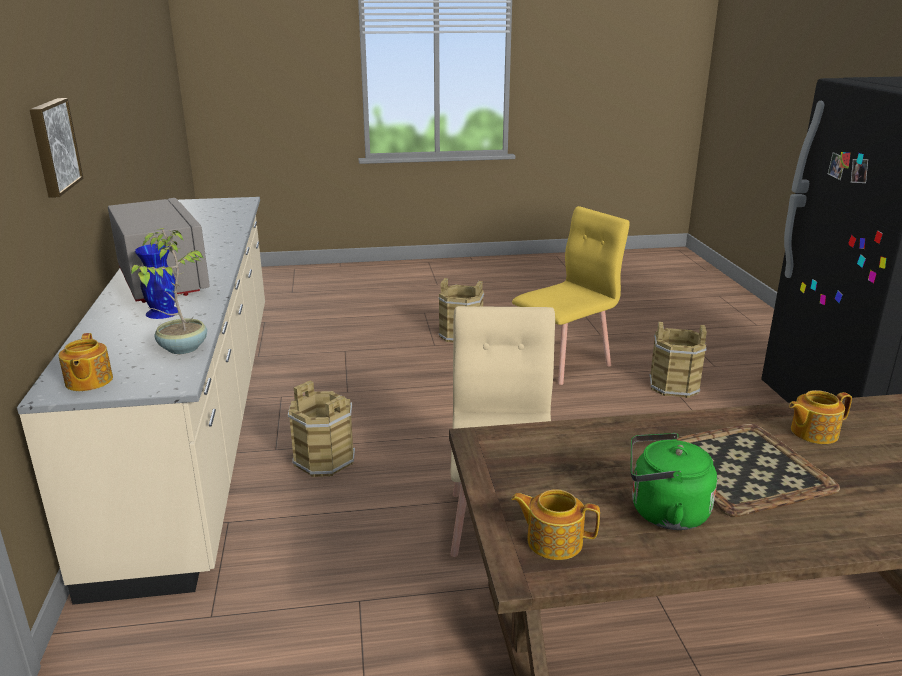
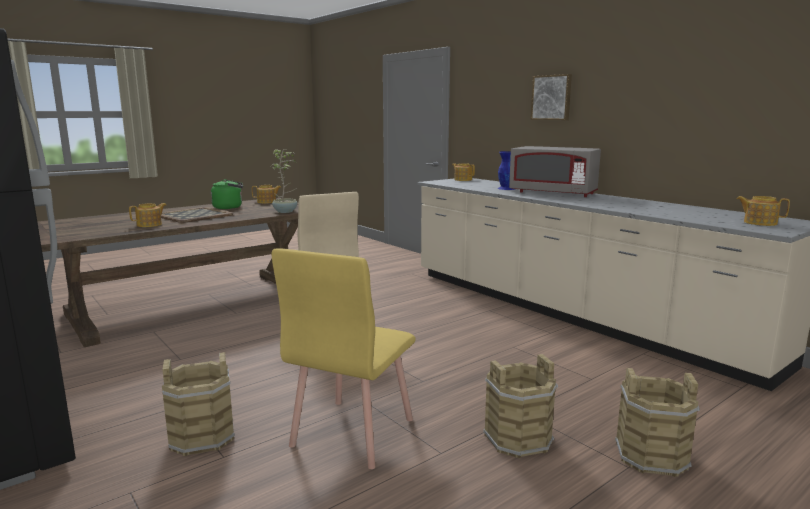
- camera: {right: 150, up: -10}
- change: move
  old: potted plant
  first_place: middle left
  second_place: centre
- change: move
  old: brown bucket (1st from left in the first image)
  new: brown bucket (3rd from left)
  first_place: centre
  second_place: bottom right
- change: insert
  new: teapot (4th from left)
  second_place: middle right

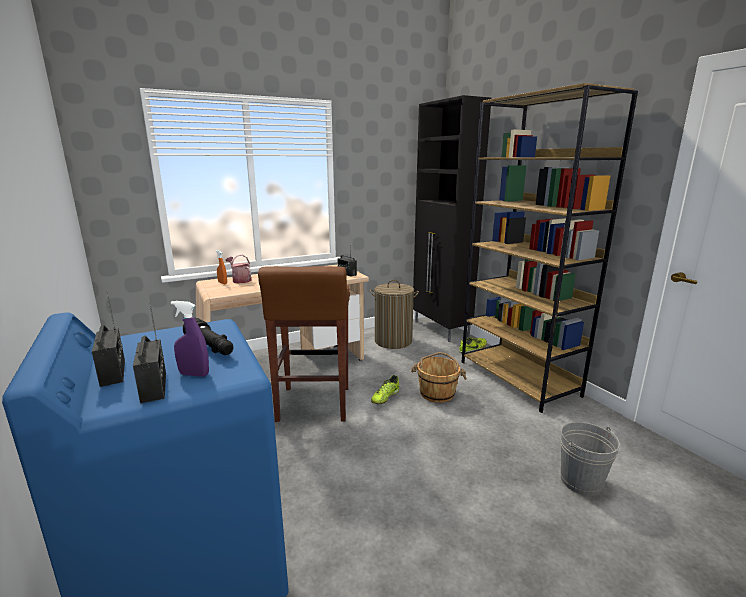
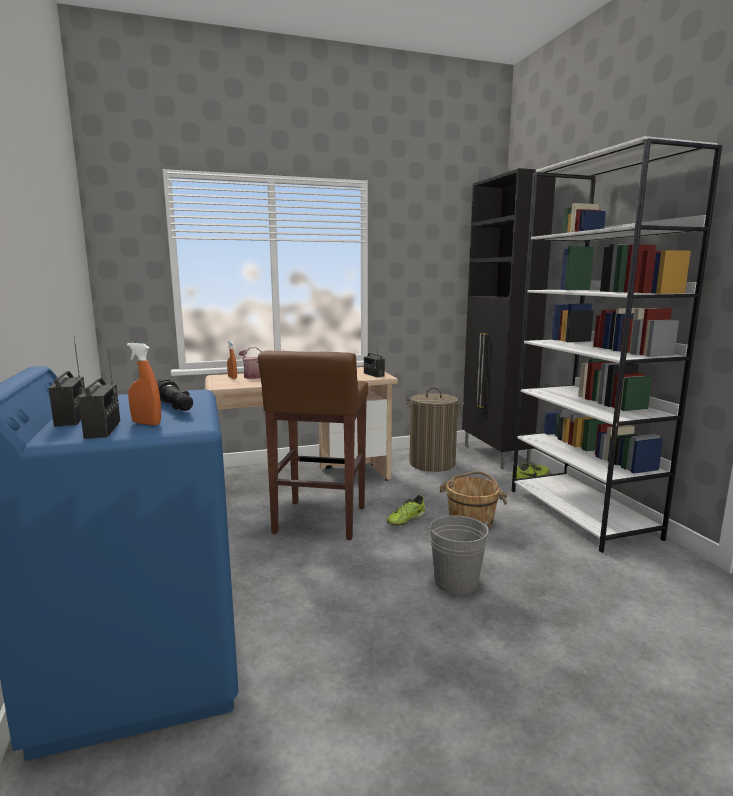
- camera: {right: 10, up: -5}
- change: recolor
  old: purple spray bottle
  new: orange spray bottle (1st from left)
  first_place: middle left
  second_place: middle left
- change: recolor
  old: brown bookcase
  new: white bookcase
  first_place: middle right
  second_place: middle right
- change: move
  old: grey bucket
  first_place: bottom right
  second_place: bottom centre

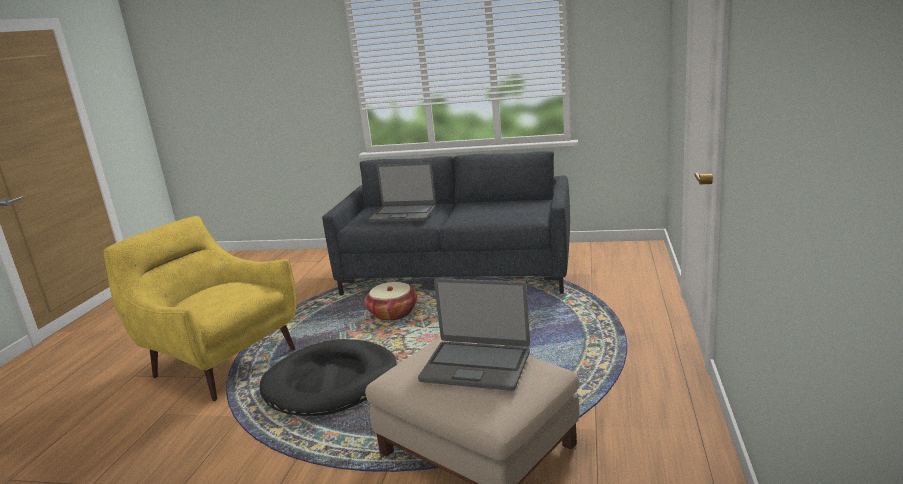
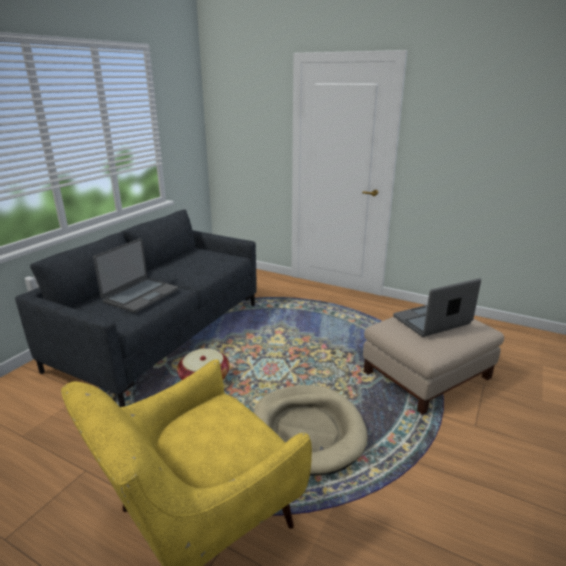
- camera: {right: -75, up: 5}
- change: recolor
  old: black dog bed
  new: beige dog bed
  first_place: bottom centre
  second_place: bottom centre
- change: rotate
  old: laptop (2nd from left)
  first_place: bottom centre
  second_place: middle right
  degrees: -150

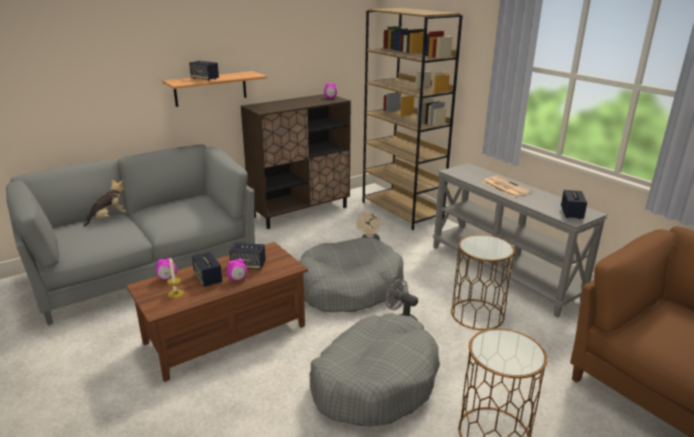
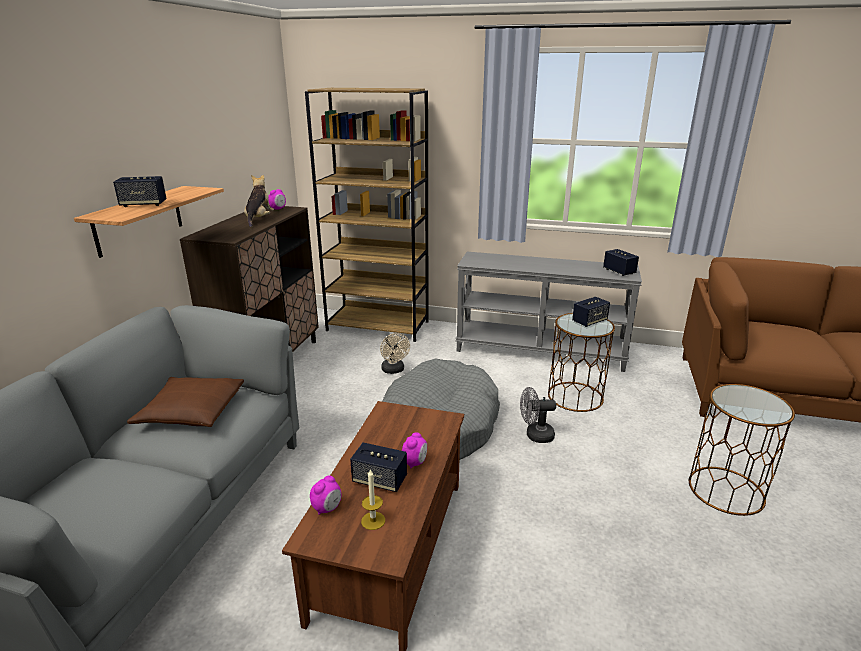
- camera: {right: -40, up: 0}
- change: move
  old: plush toy
  first_place: middle left
  second_place: top left
- change: move
  old: speaker (3rd from left)
  first_place: centre
  second_place: middle right
- change: delete
  old: grey dog bed (2nd from left)
  first_place: bottom centre
- change: delete
  old: newspaper
  first_place: middle right
- change: insert
  new: brown pillow
  second_place: middle left

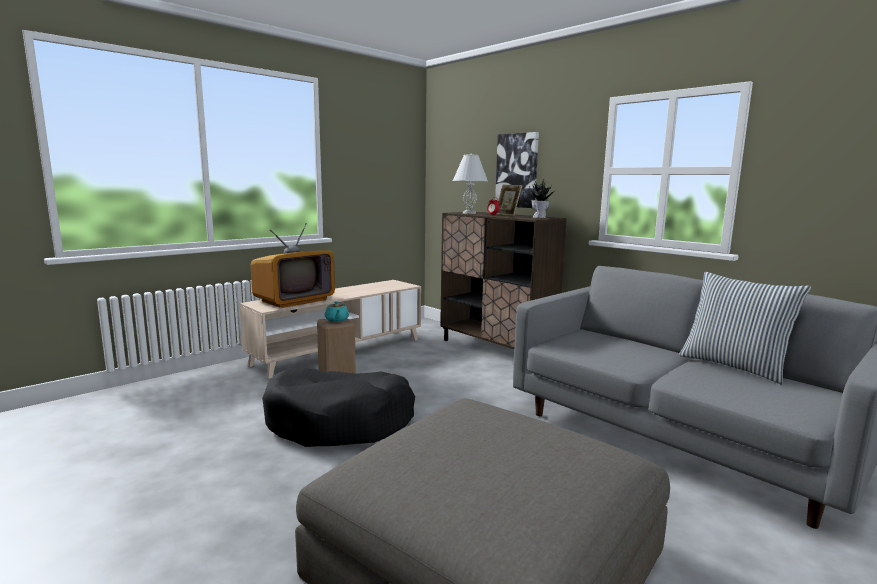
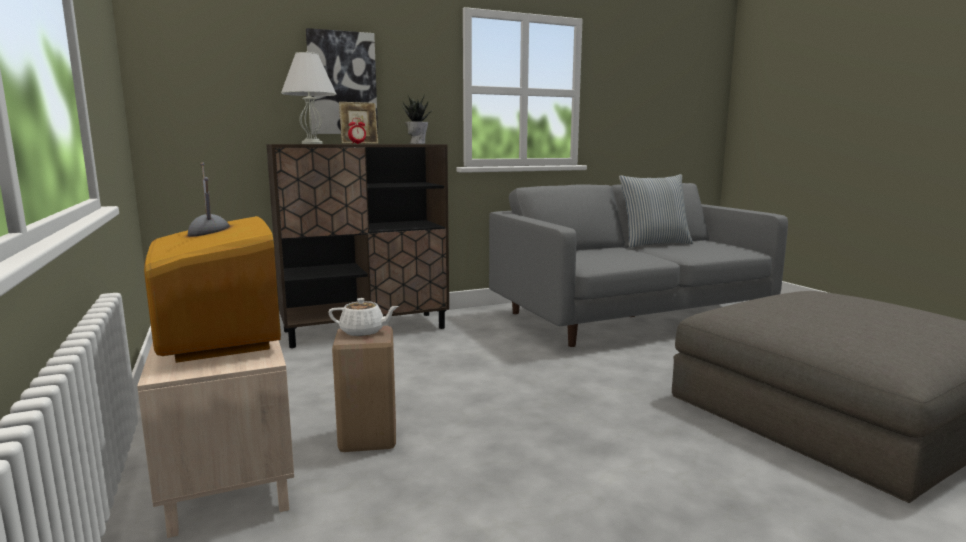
- camera: {right: -70, up: 0}
- change: delete
  old: black dog bed
  first_place: bottom centre
- change: recolor
  old: turquoise teapot
  new: white teapot
  first_place: centre
  second_place: centre

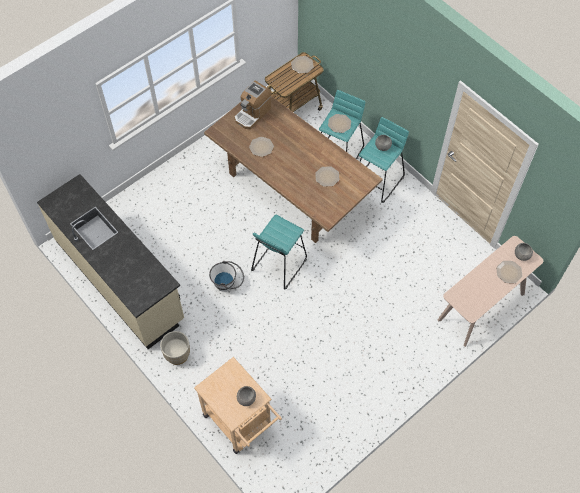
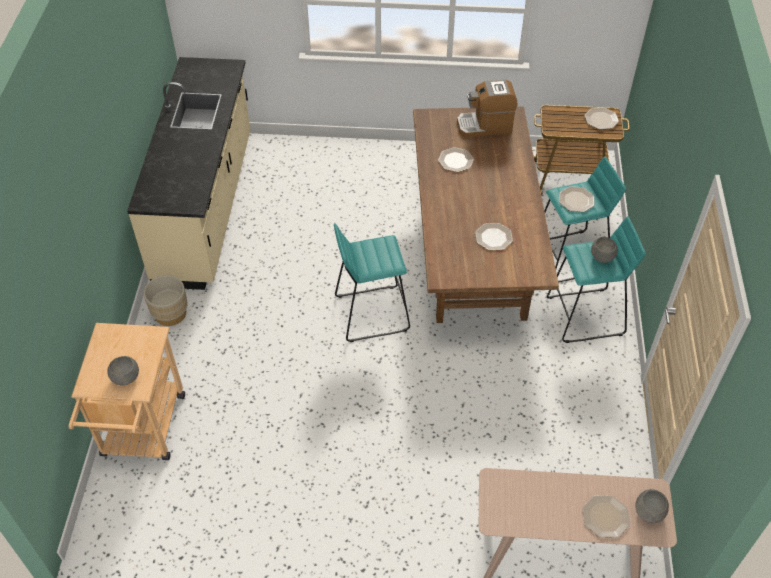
- camera: {right: 45, up: -10}
- change: delete
  old: white bucket
  first_place: centre

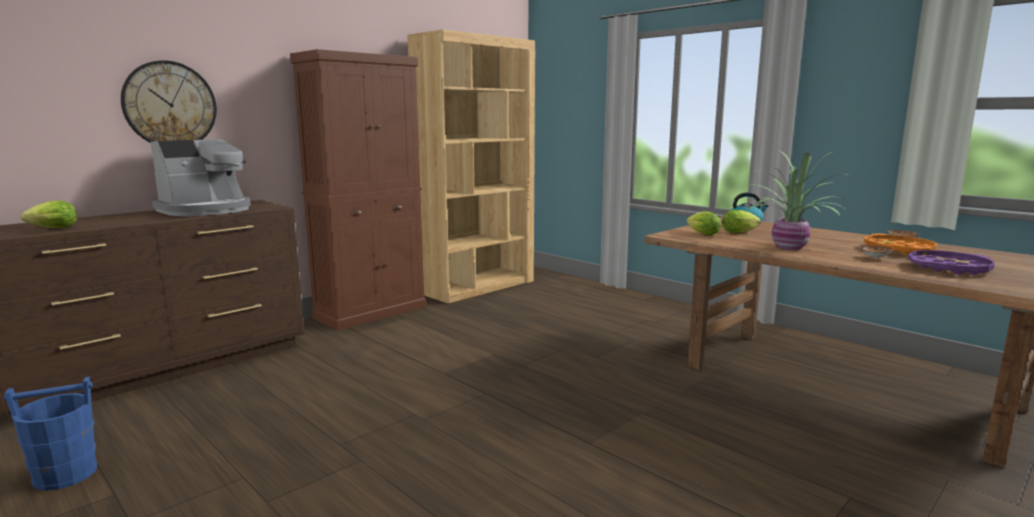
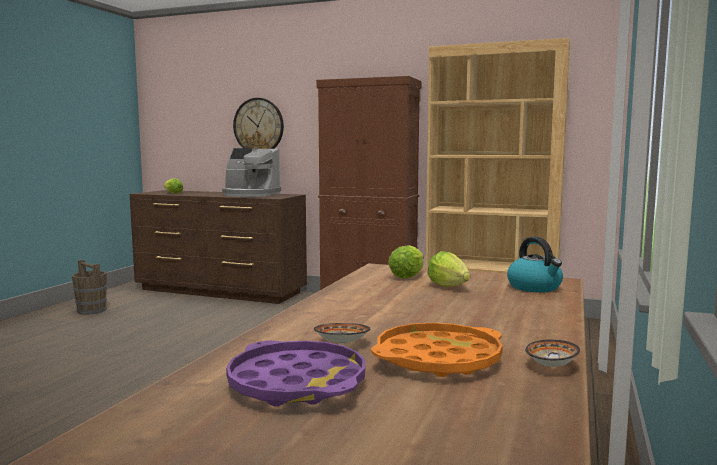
- camera: {right: 65, up: -5}
- change: recolor
  old: blue bucket
  new: brown bucket
  first_place: bottom left
  second_place: middle left
- change: delete
  old: potted plant
  first_place: middle right

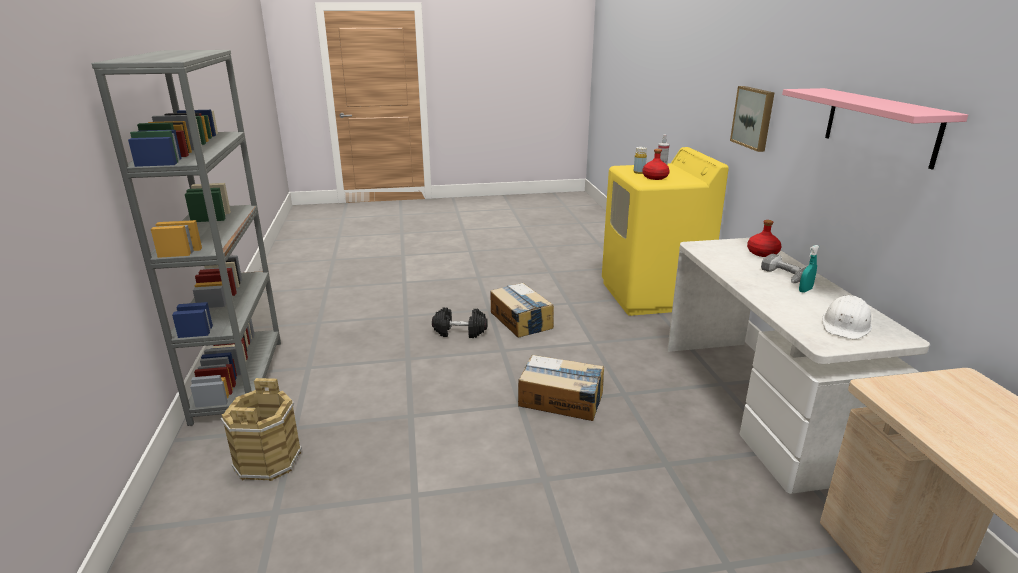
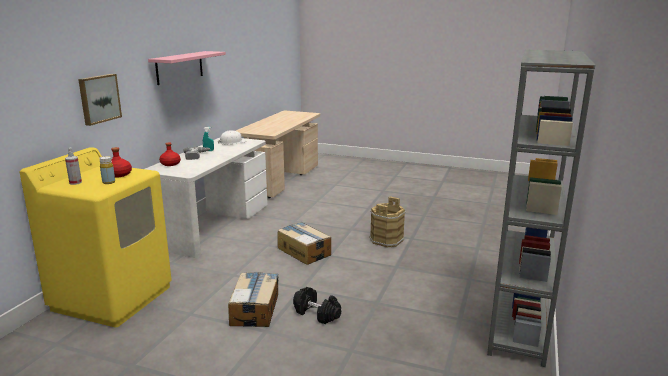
- camera: {right: -150, up: -5}
- change: move
  old: brown bucket
  first_place: bottom left
  second_place: centre

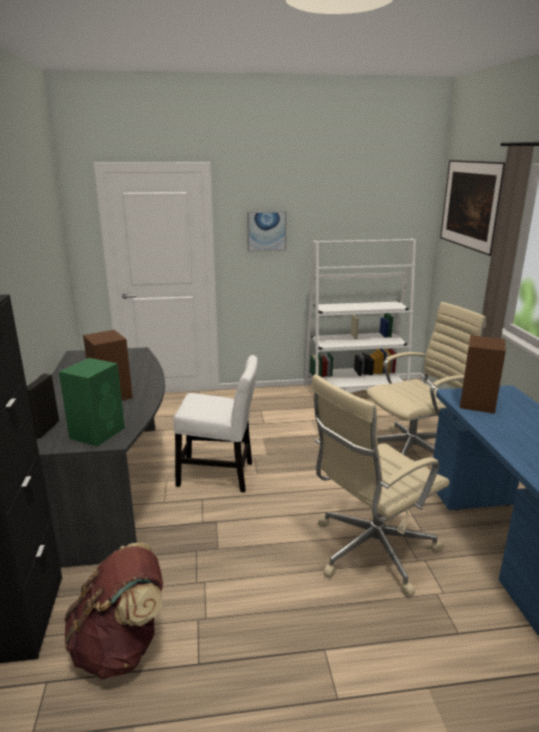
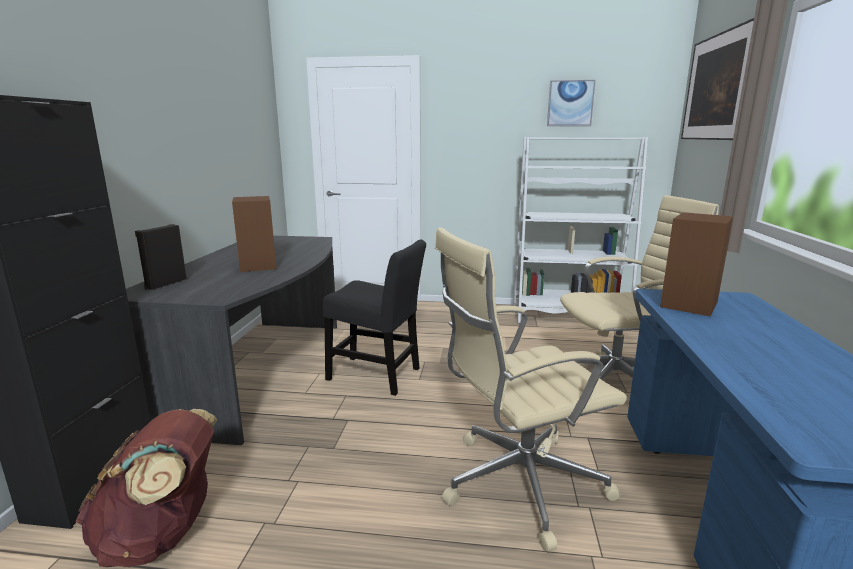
- camera: {right: 15, up: -5}
- change: delete
  old: green speaker
  first_place: middle left
- change: recolor
  old: white chair
  new: black chair
  first_place: centre
  second_place: centre
- change: move
  old: picture (1st from left)
  first_place: top centre
  second_place: top right

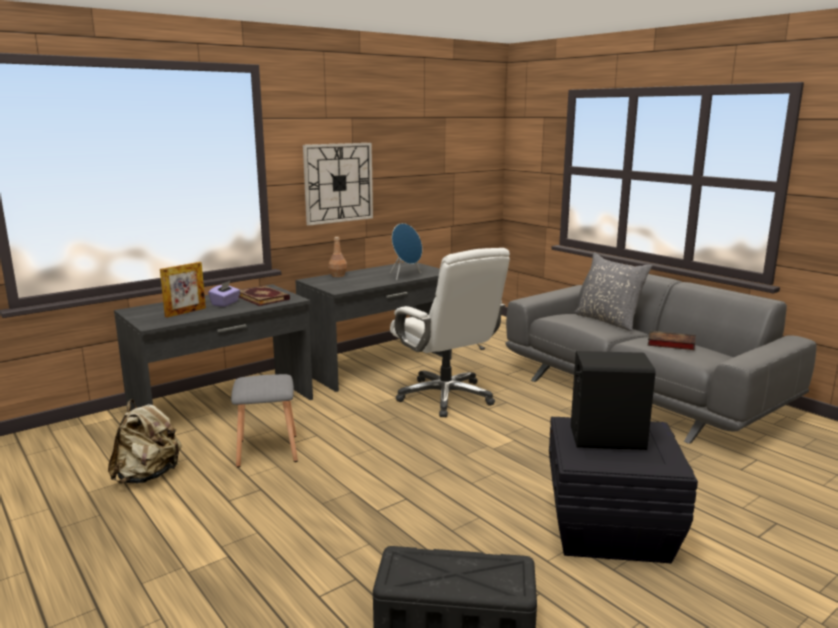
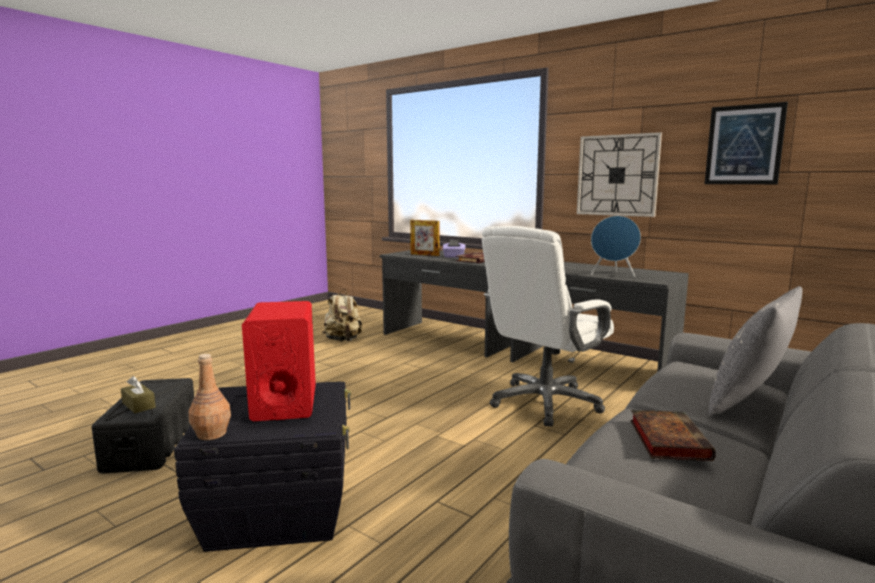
- camera: {right: 75, up: -5}
- change: delete
  old: grey stool
  first_place: bottom left
- change: move
  old: brown bottle
  first_place: centre
  second_place: bottom left
- change: recolor
  old: black speaker
  new: red speaker
  first_place: middle right
  second_place: middle left
- change: insert
  new: brown tissue box
  second_place: bottom left
- change: insert
  new: picture
  second_place: top right

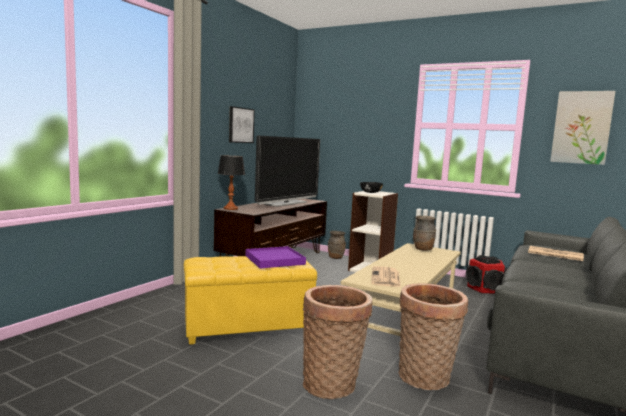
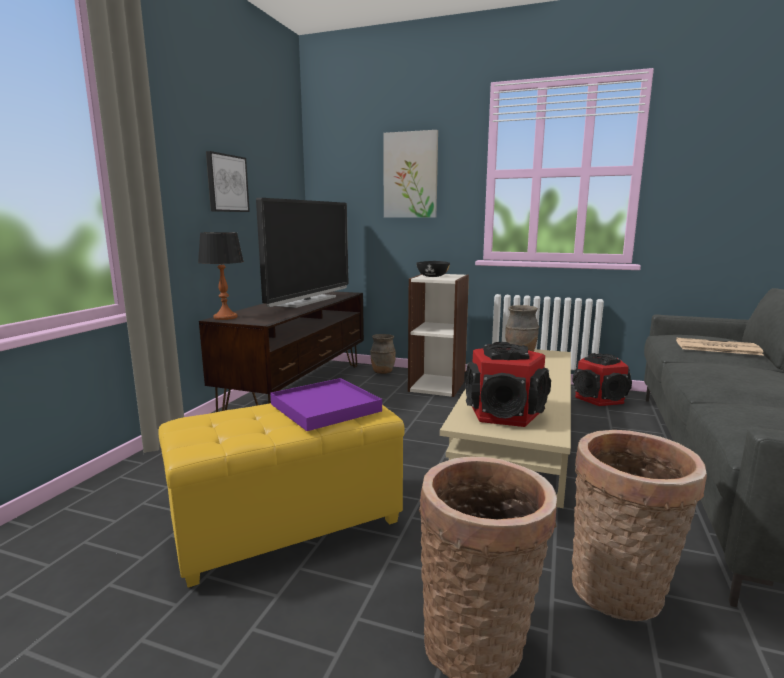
- camera: {right: -10, up: 5}
- change: replace
  old: newspaper (1st from left)
  new: speaker (1st from left)
  first_place: centre
  second_place: centre
- change: move
  old: picture (2nd from left)
  first_place: top right
  second_place: top centre

